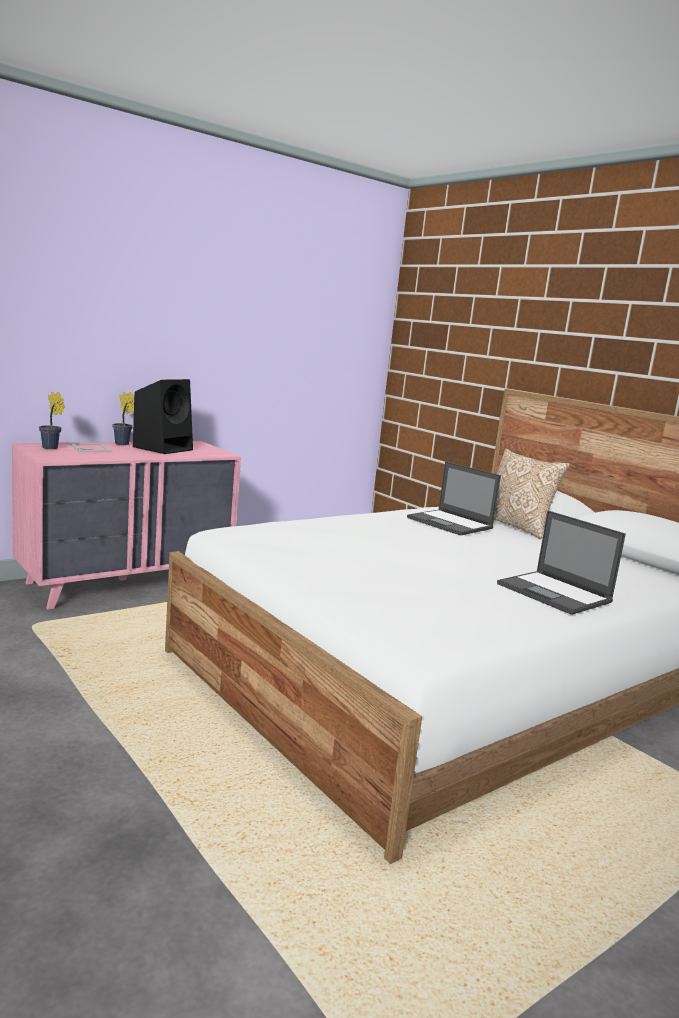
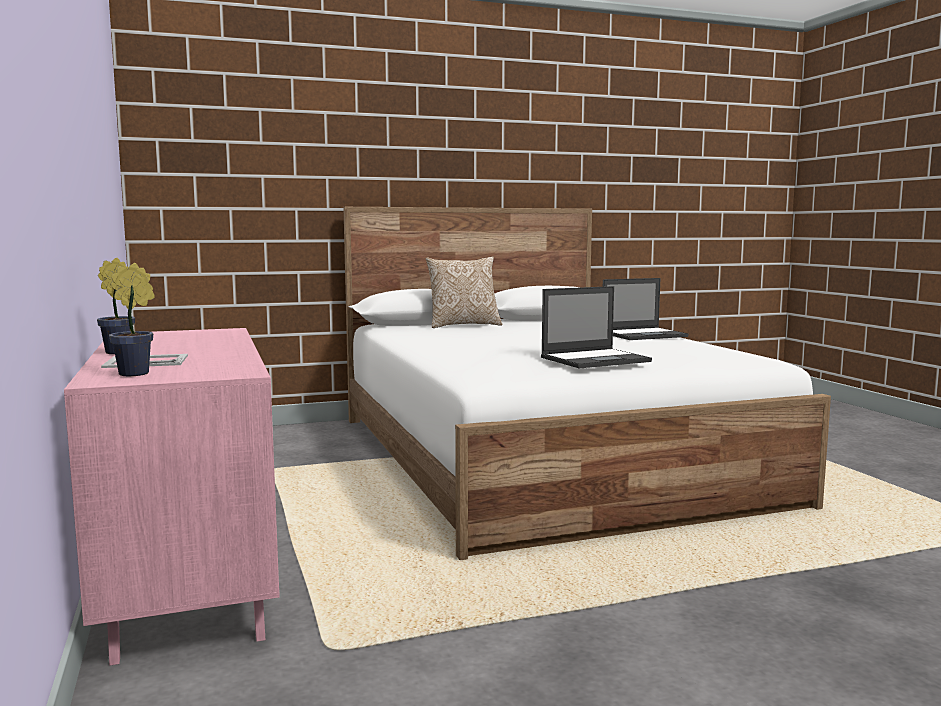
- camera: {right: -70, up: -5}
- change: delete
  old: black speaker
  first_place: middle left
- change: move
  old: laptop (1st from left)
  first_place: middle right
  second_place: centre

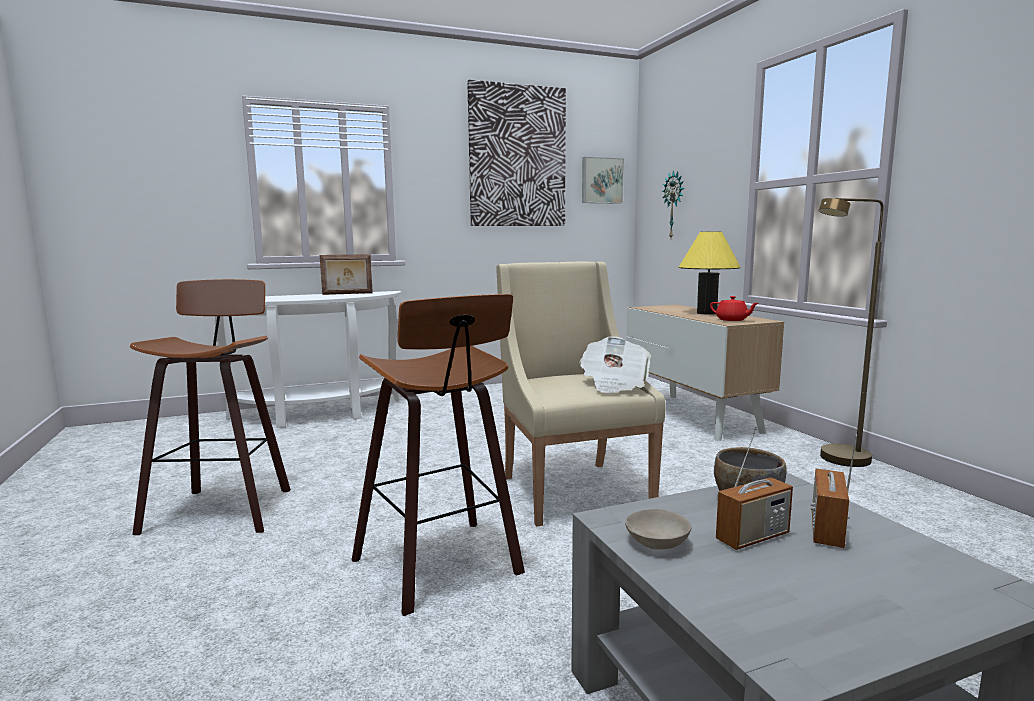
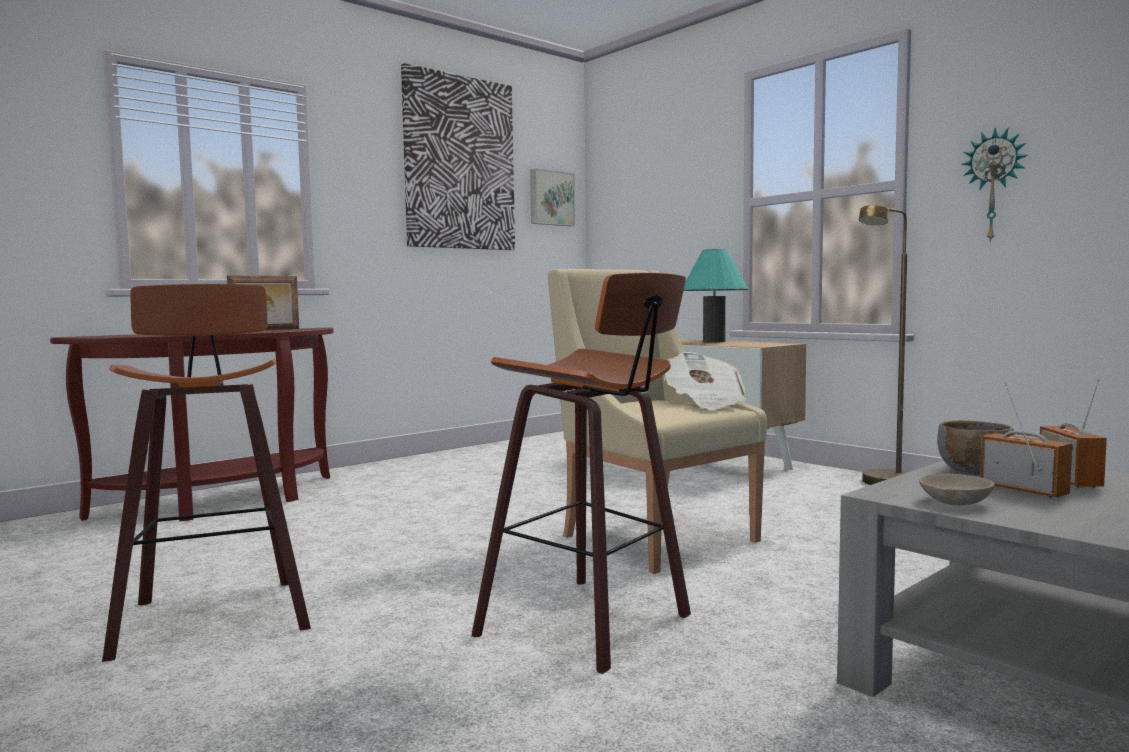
- camera: {right: -20, up: -5}
- change: recolor
  old: white console table
  new: brown console table
  first_place: middle left
  second_place: middle left
- change: move
  old: wall clock
  first_place: top centre
  second_place: top right
- change: recolor
  old: yellow table lamp
  new: turquoise table lamp
  first_place: middle right
  second_place: centre
- change: delete
  old: red teapot
  first_place: middle right
- change: rotate
  old: radio (1st from left)
  first_place: bottom right
  second_place: middle right
  degrees: -75

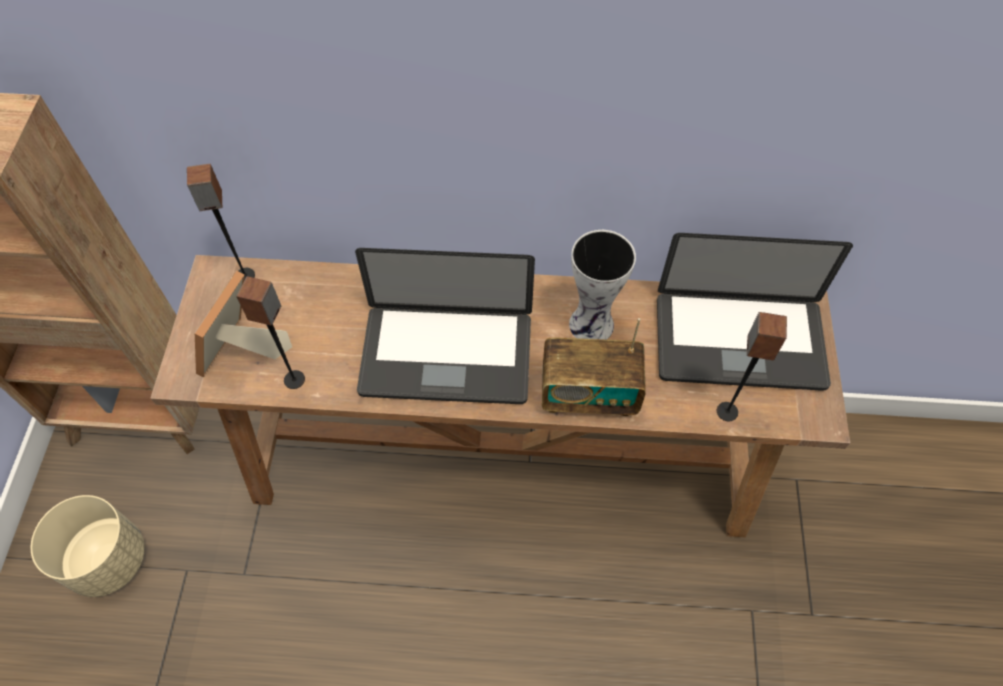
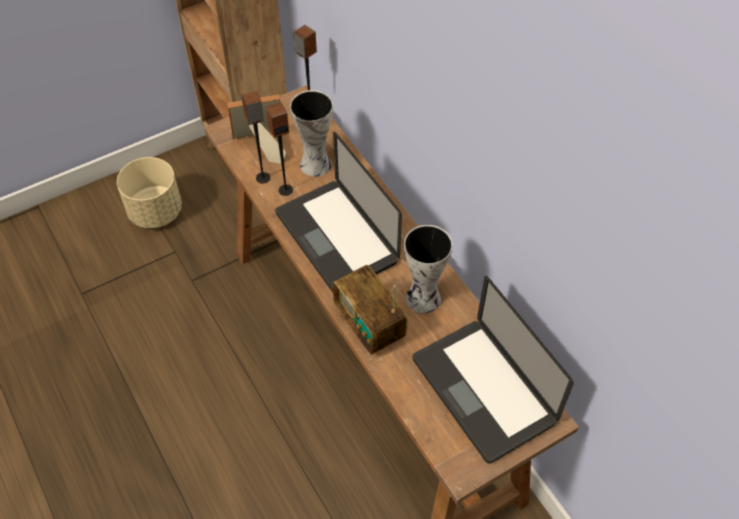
- camera: {right: 55, up: -5}
- change: move
  old: speaker (3rd from left in the first image)
  new: speaker (2nd from left)
  first_place: middle right
  second_place: top centre
- change: insert
  new: vase (1st from left)
  second_place: top centre

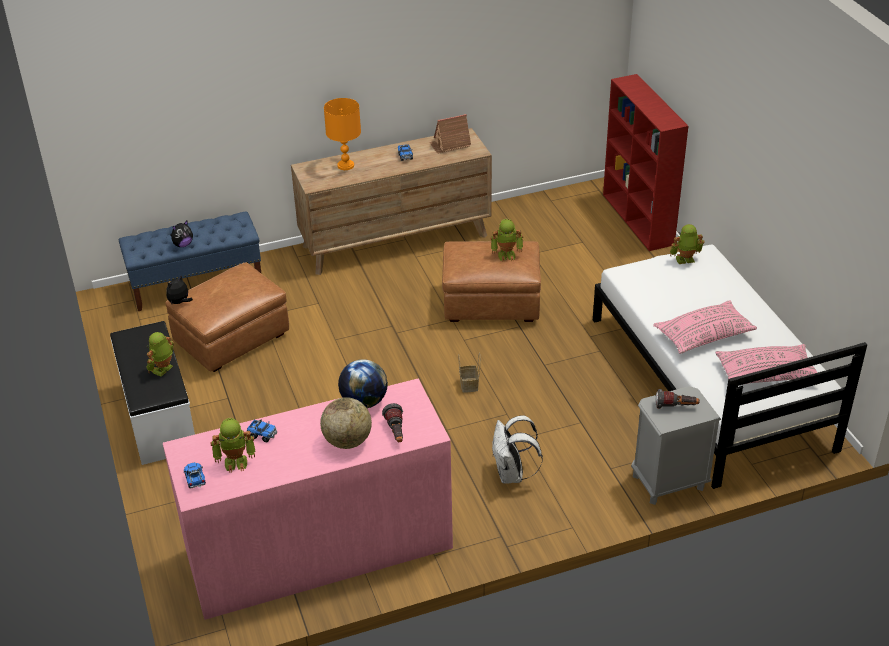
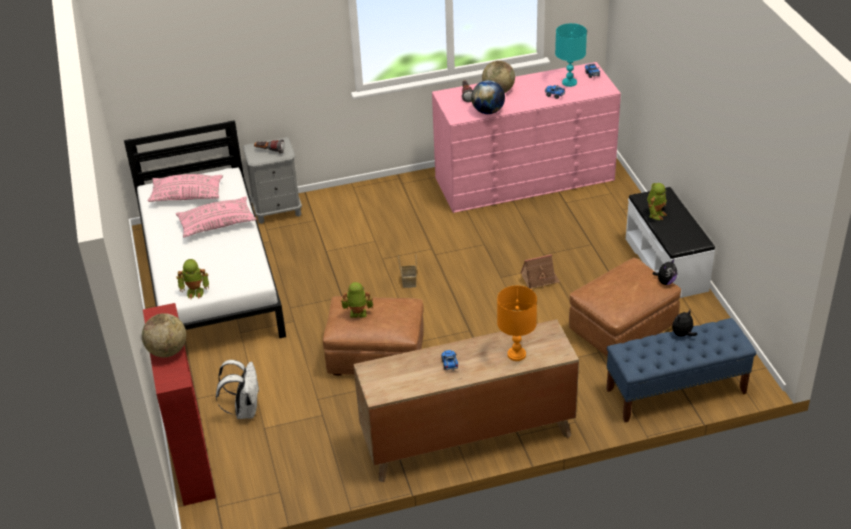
- camera: {right: -175, up: 0}
- change: replace
  old: toy robot (2nd from left)
  new: turquoise table lamp
  first_place: bottom left
  second_place: top right
- change: move
  old: toy house
  first_place: top centre
  second_place: centre
- change: move
  old: white backpack
  first_place: bottom centre
  second_place: bottom left
- change: insert
  new: globe (1st from left)
  second_place: middle left

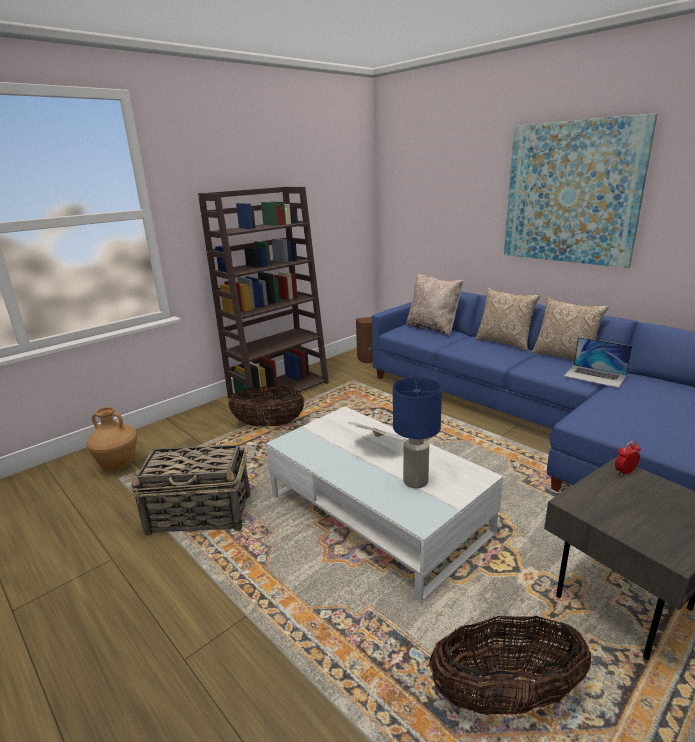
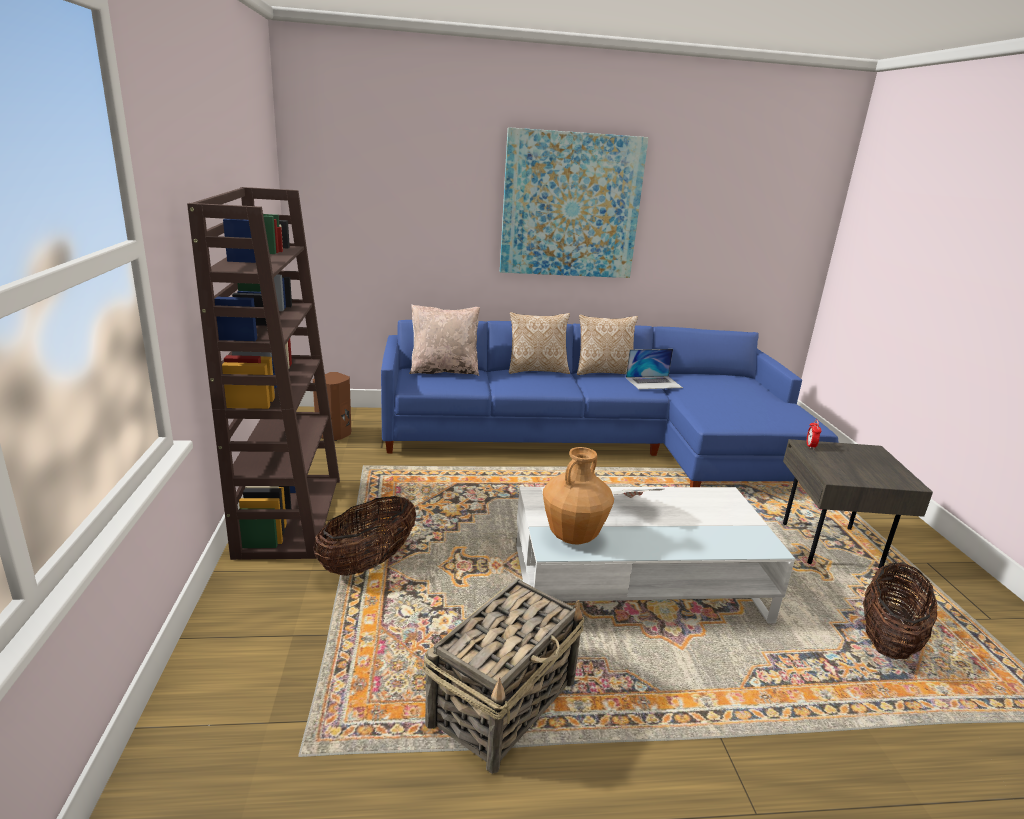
- camera: {right: -55, up: 0}
- change: move
  old: brown vase
  first_place: middle left
  second_place: centre
- change: delete
  old: blue table lamp
  first_place: centre

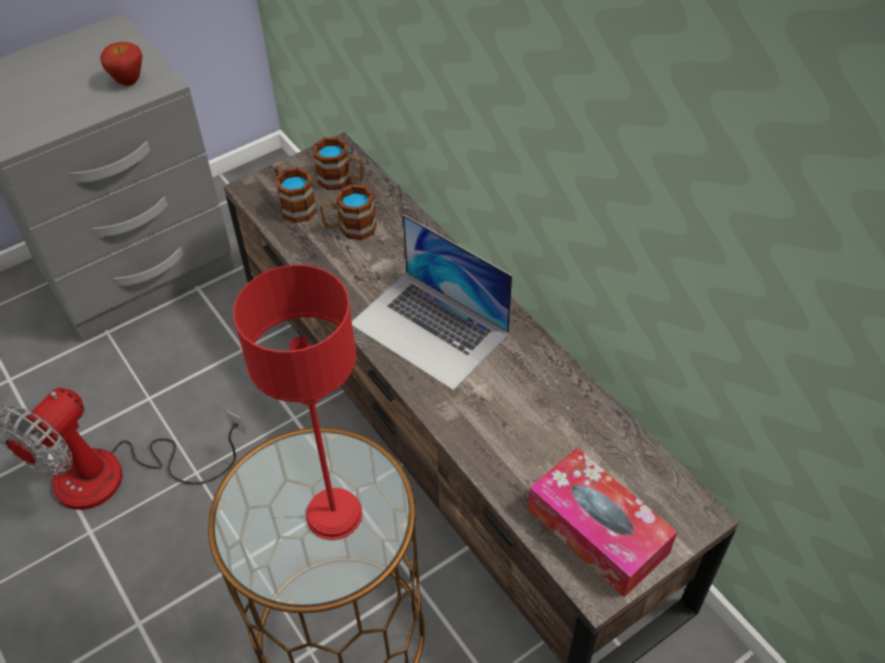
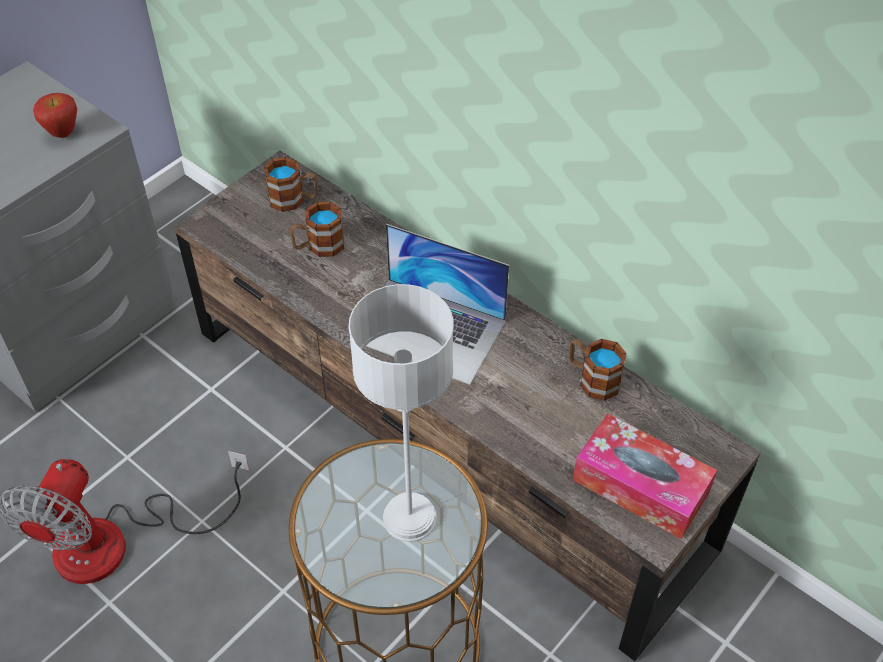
- camera: {right: -15, up: 0}
- change: recolor
  old: red table lamp
  new: grey table lamp
  first_place: centre
  second_place: centre
- change: move
  old: mug (1st from left in the first image)
  new: mug (3rd from left)
  first_place: top centre
  second_place: middle right

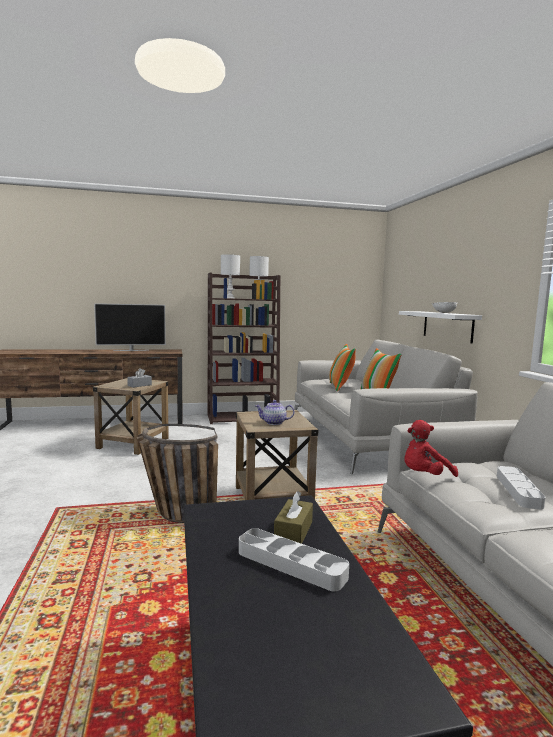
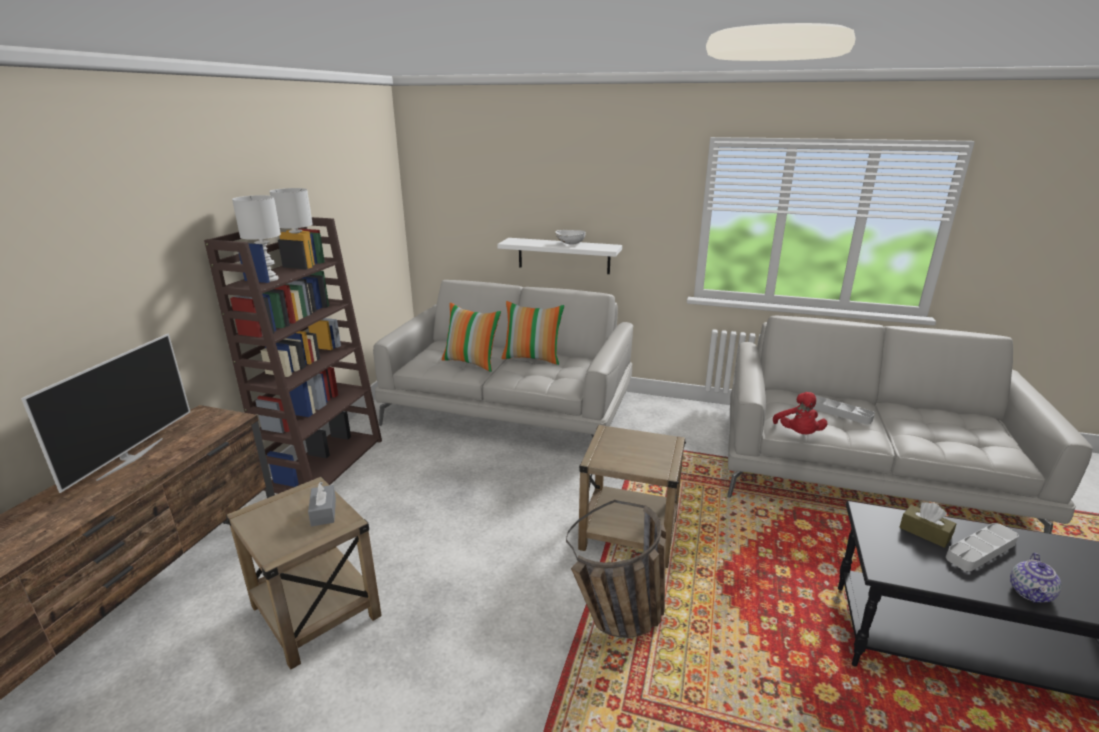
- camera: {right: -60, up: 15}
- change: move
  old: teapot
  first_place: centre
  second_place: bottom right

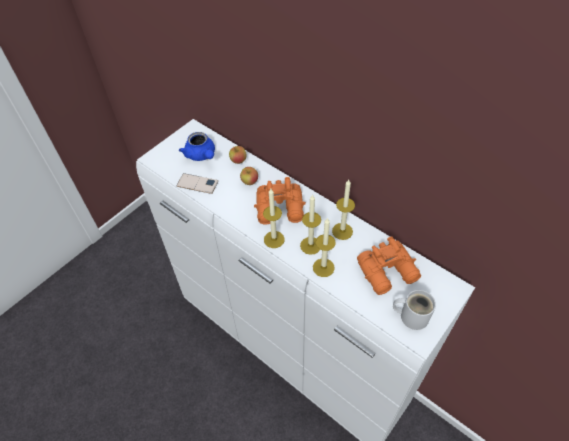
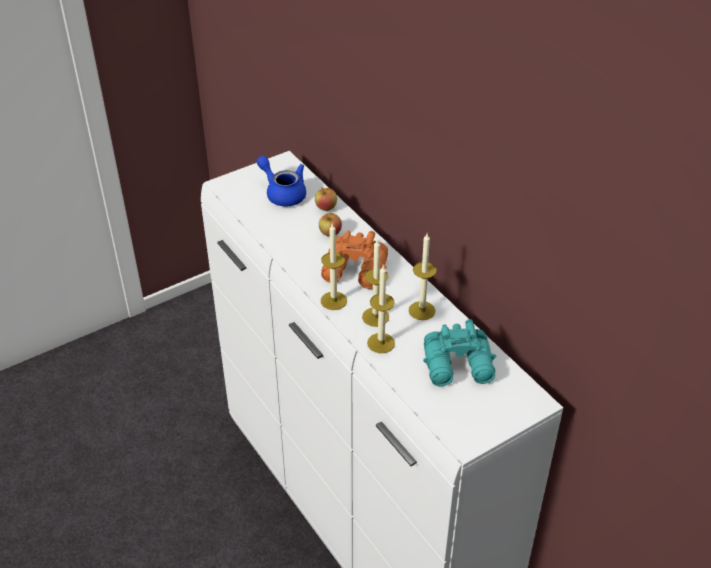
- camera: {right: 15, up: -10}
- change: delete
  old: phone
  first_place: centre
- change: rotate
  old: blue teapot
  first_place: top centre
  second_place: top centre
  degrees: 150
- change: recolor
  old: orange binoculars (2nd from left)
  new: turquoise binoculars
  first_place: middle right
  second_place: centre
- change: delete
  old: white mug
  first_place: bottom right

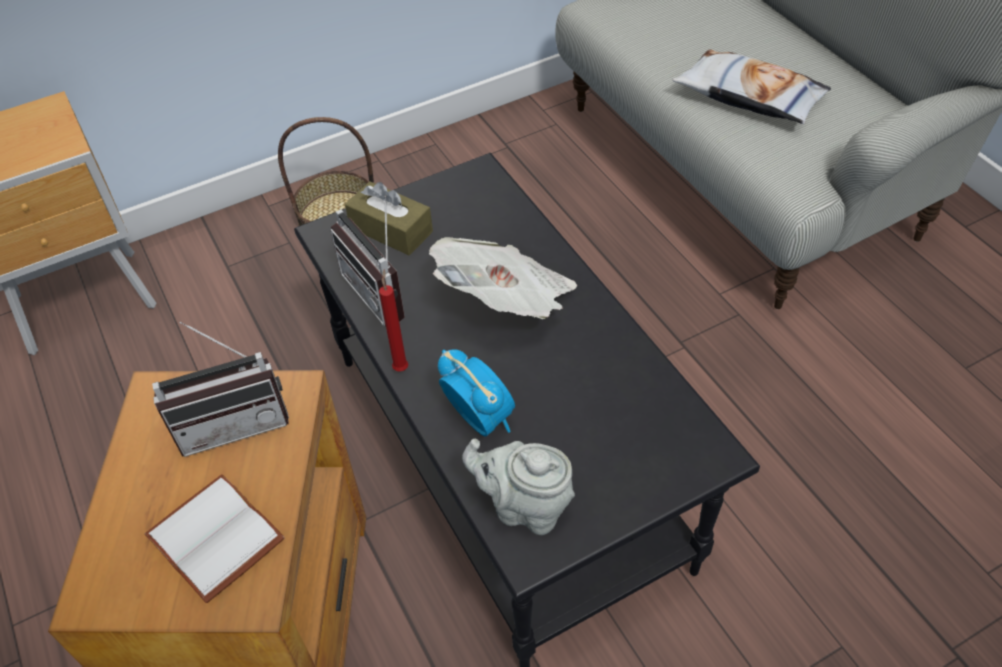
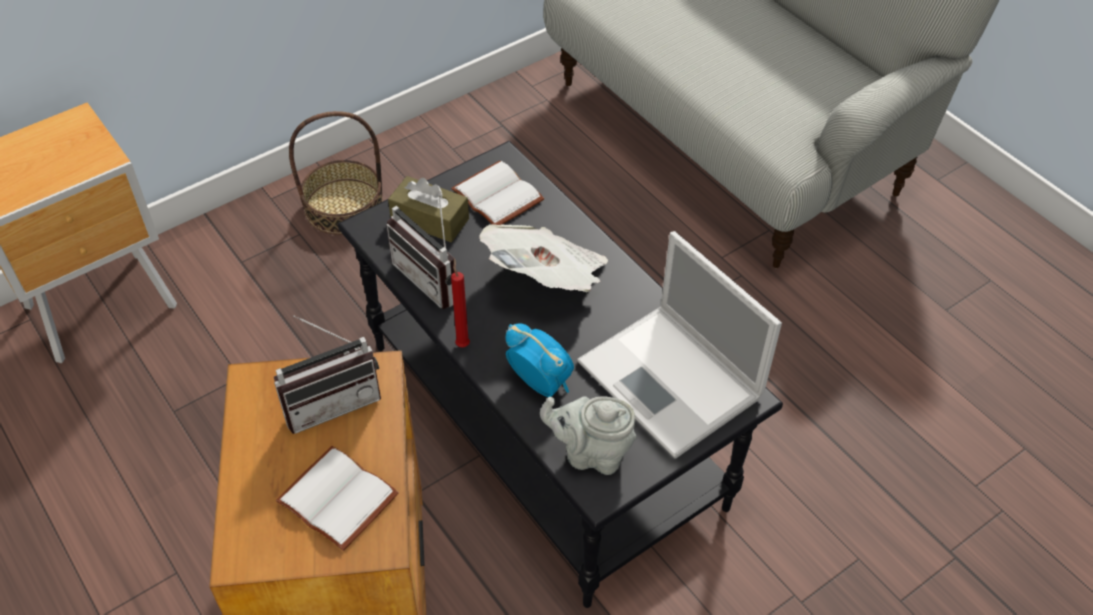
- camera: {right: -10, up: 0}
- change: delete
  old: pillow
  first_place: top right
- change: insert
  new: white book (2nd from left)
  second_place: top centre
- change: insert
  new: laptop
  second_place: centre

